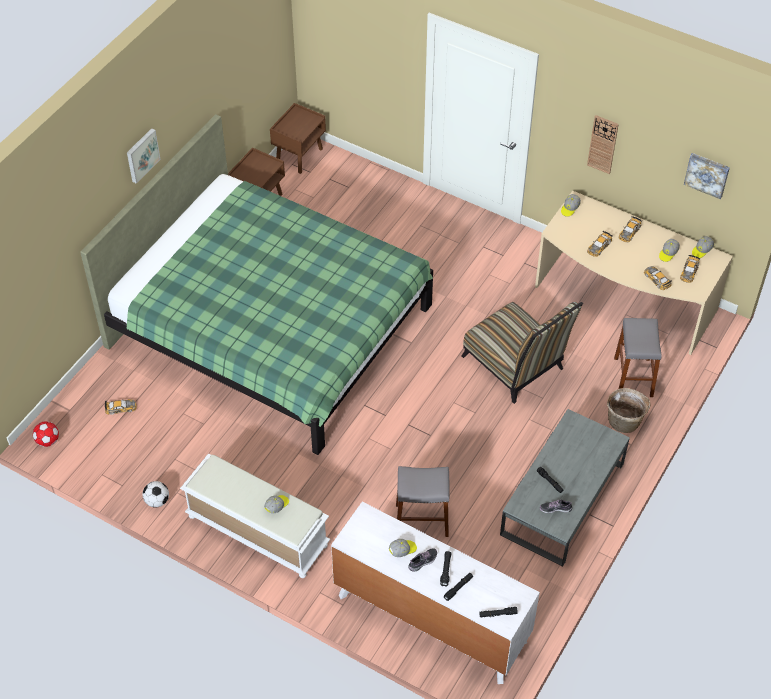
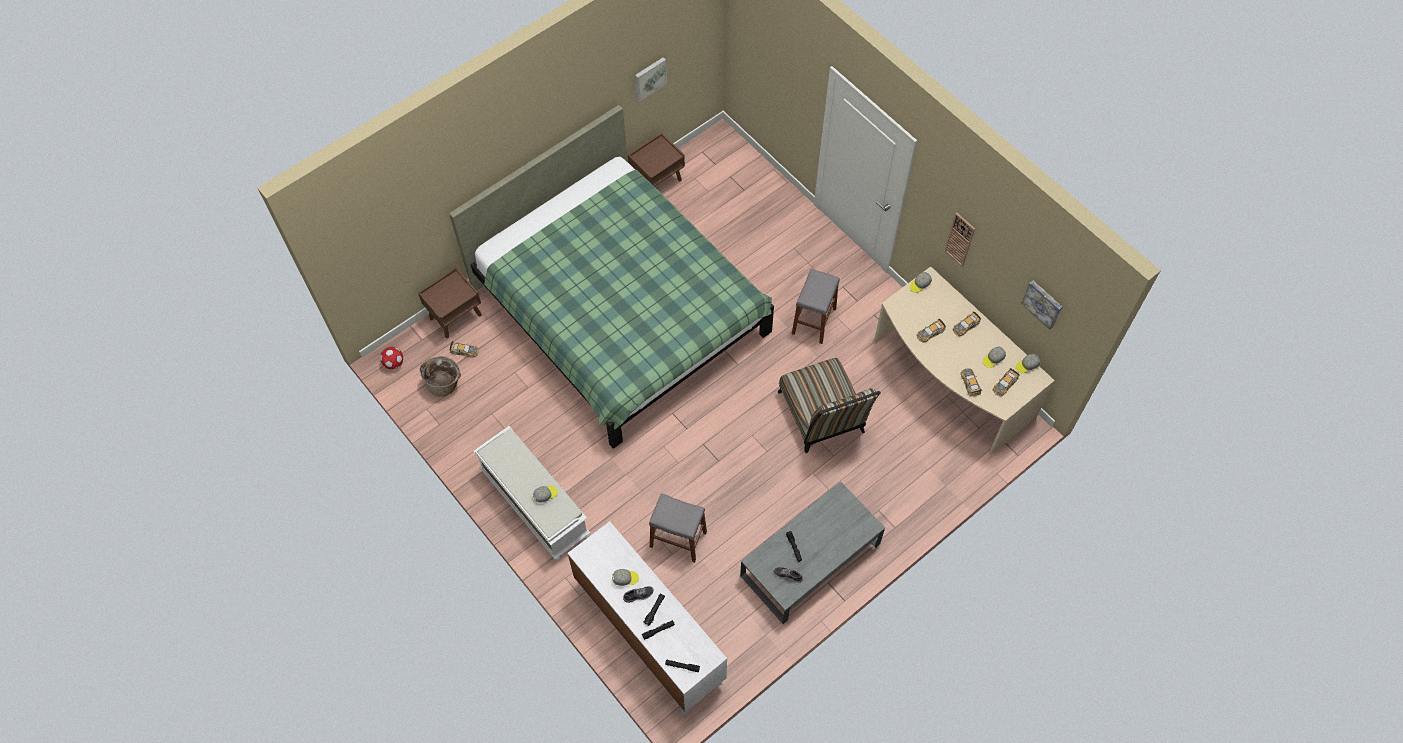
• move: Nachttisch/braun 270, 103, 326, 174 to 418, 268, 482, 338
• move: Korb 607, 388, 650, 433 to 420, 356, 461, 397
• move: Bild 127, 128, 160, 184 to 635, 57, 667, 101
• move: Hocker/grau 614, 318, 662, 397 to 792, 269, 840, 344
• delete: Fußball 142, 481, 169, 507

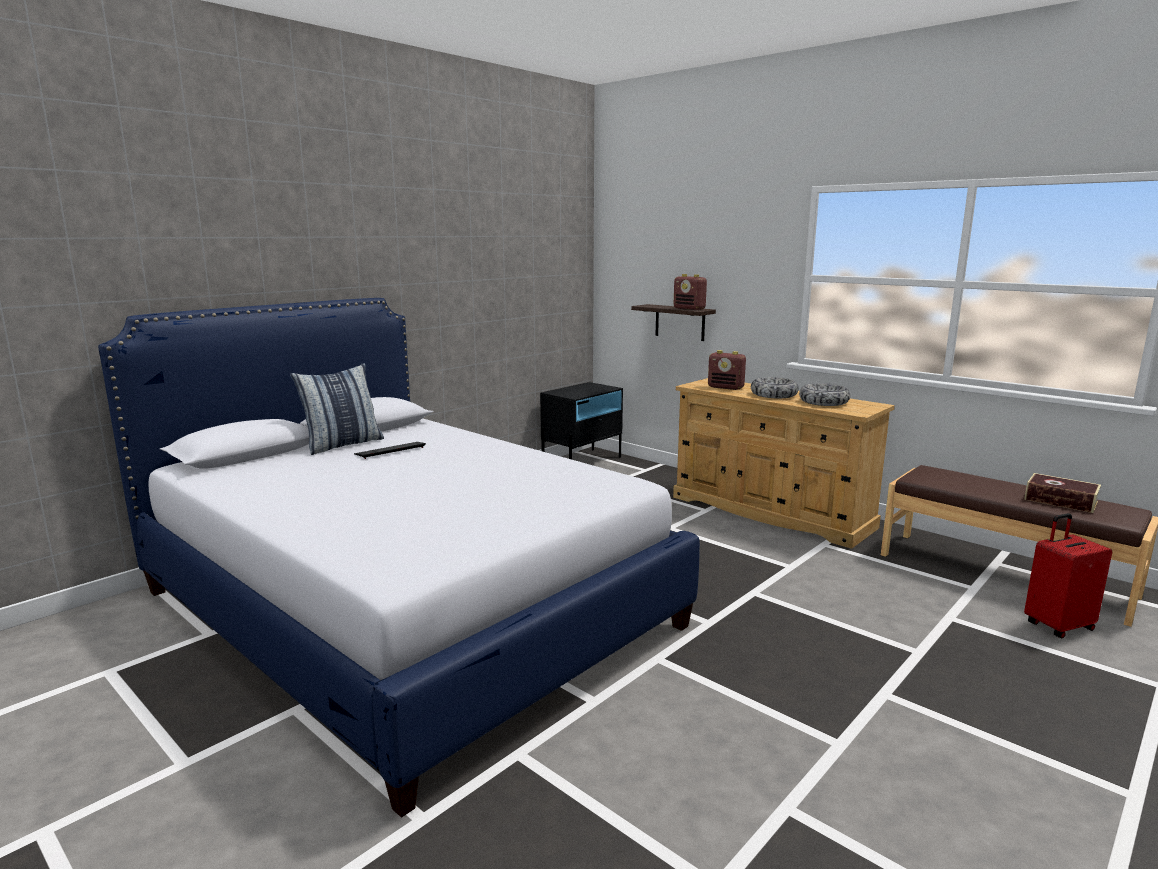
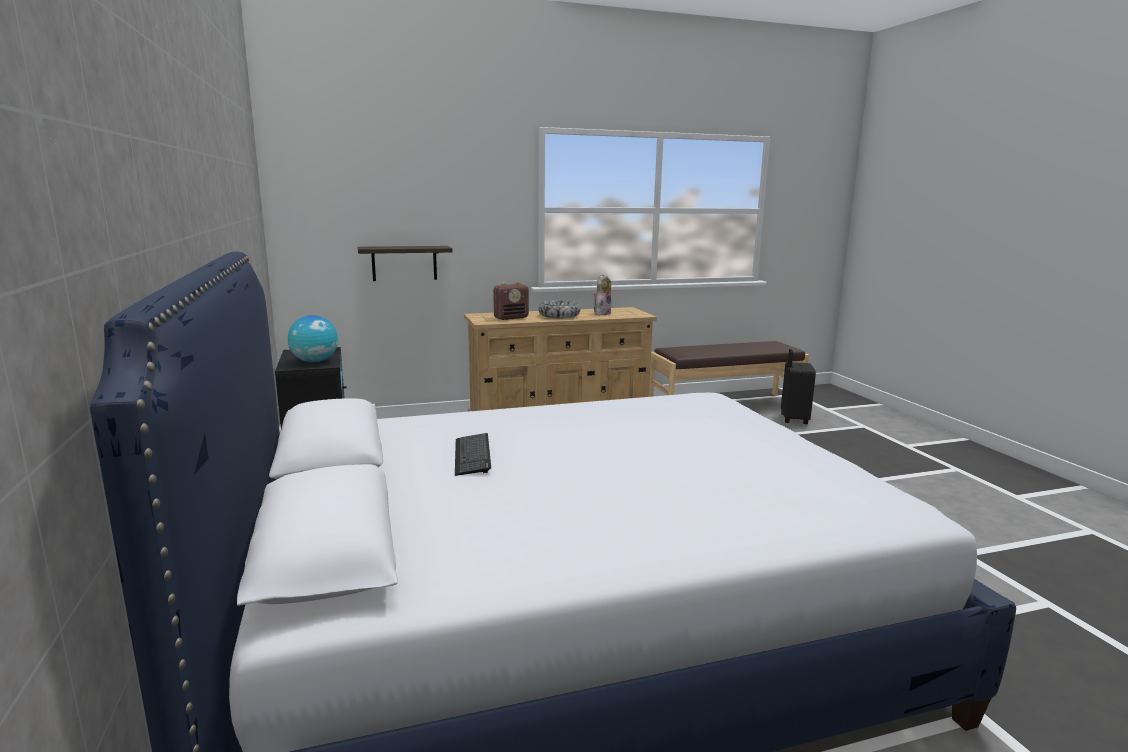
• insert: Globus 288, 315, 338, 363
• replace: Schüssel 799, 383, 850, 406 to Plüschtier 594, 273, 611, 315
• recolor: Koffer/rot 1024, 513, 1112, 639 to Koffer/schwarz 781, 349, 816, 424
• delete: Kissen 290, 363, 384, 455
• delete: Radio 674, 274, 707, 310
• delete: Buch 1024, 473, 1101, 513

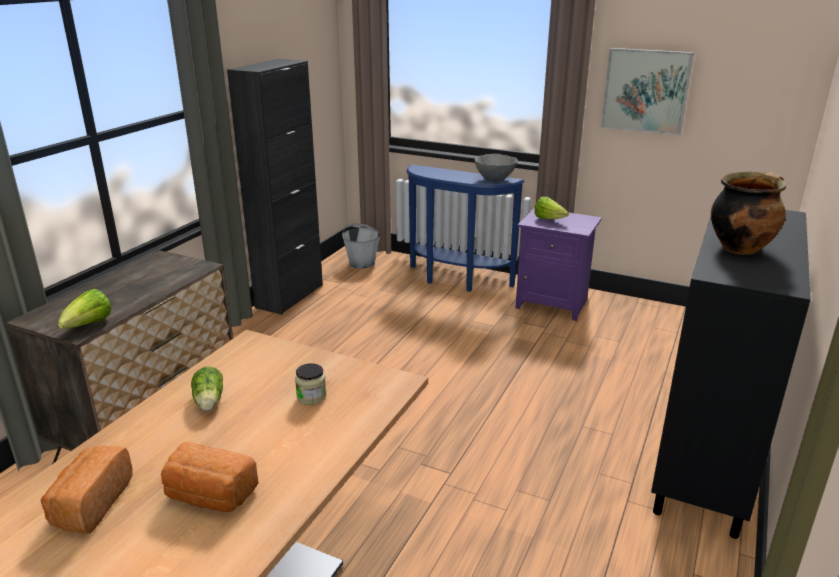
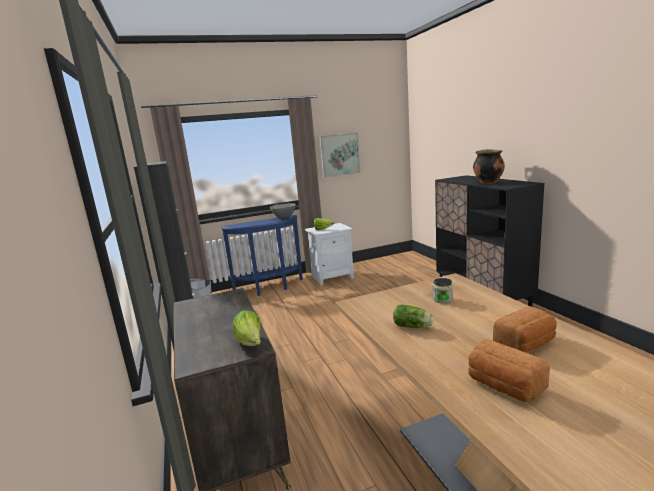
• recolor: Nachttisch/lila 515, 207, 602, 321 to Nachttisch/weiß 305, 223, 354, 286

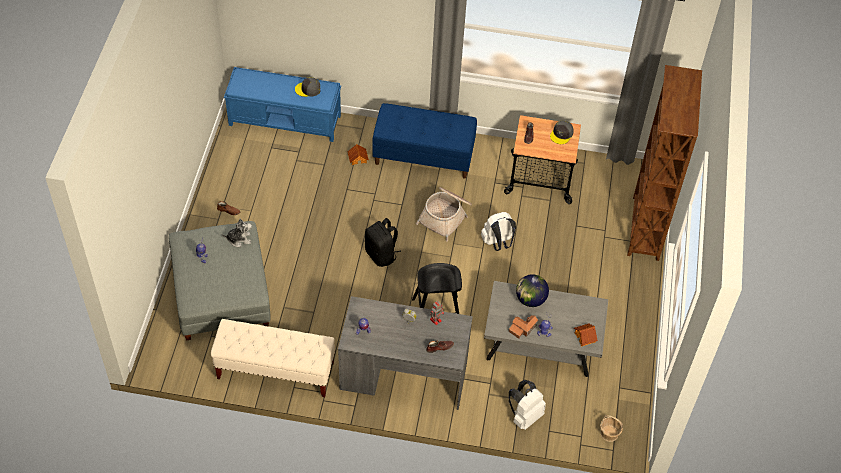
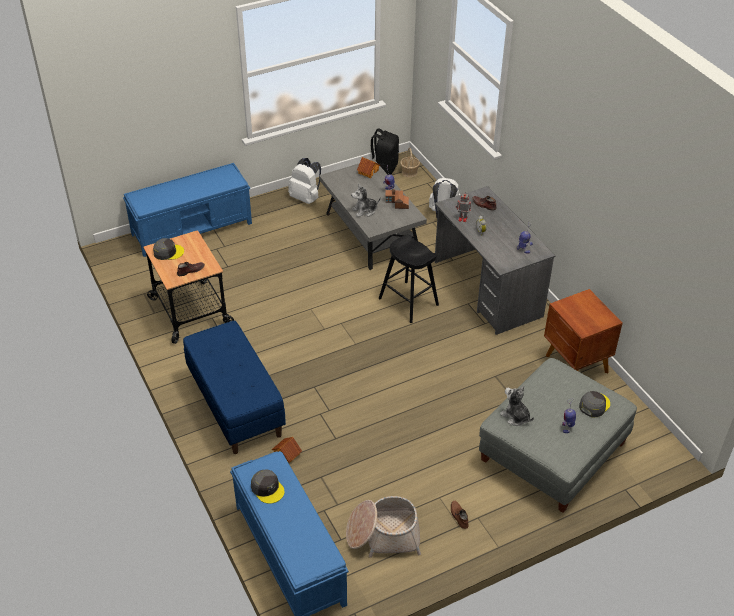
• replace: Bücherregal/braun 627, 65, 702, 261 to Bank/blau 123, 163, 252, 257
• move: Rucksack/weiß 481, 212, 516, 251 to 288, 158, 321, 204
• move: Korb 416, 187, 472, 242 to 346, 496, 421, 558
• replace: Globus 516, 274, 549, 307 to Plüschtier 351, 184, 381, 217
• move: Rucksack/schwarz 365, 218, 401, 267 to 371, 128, 399, 175
• replace: Bank/beige 211, 319, 335, 397 to Nachttisch/braun 544, 289, 623, 373
• insert: Kappe/grau 579, 391, 610, 418

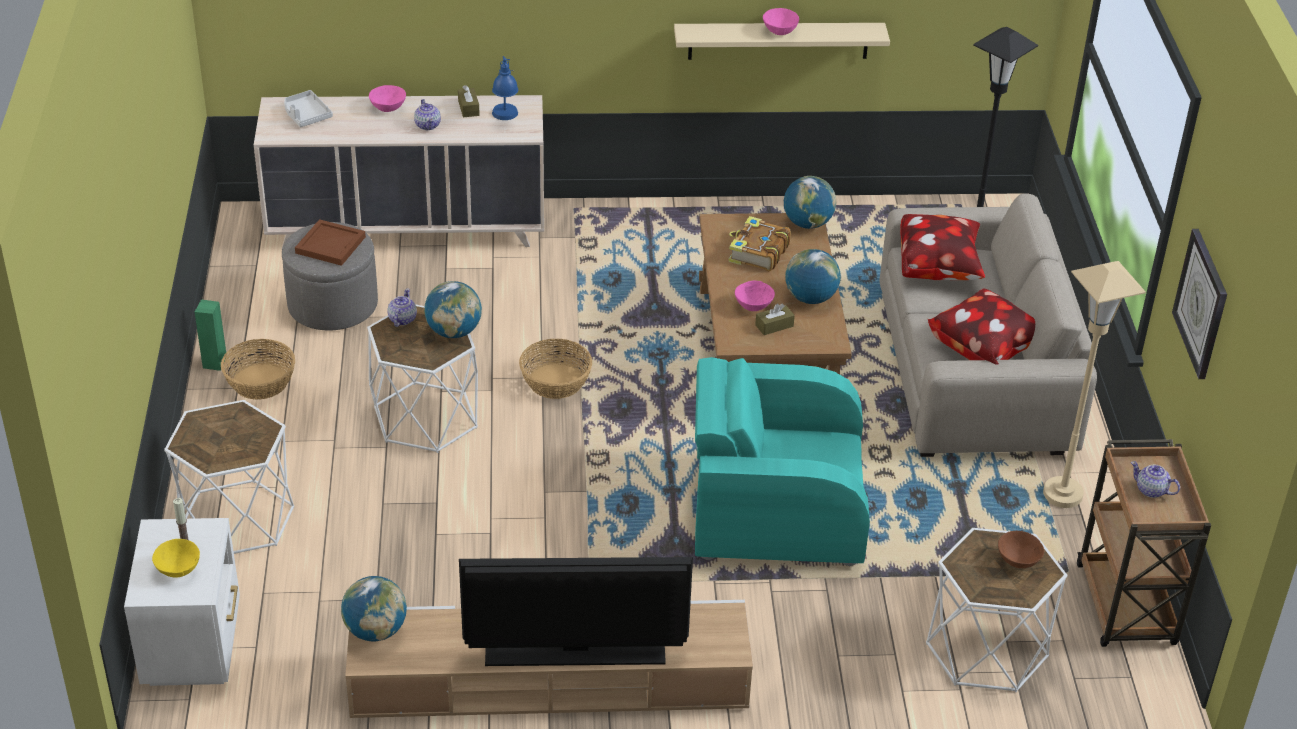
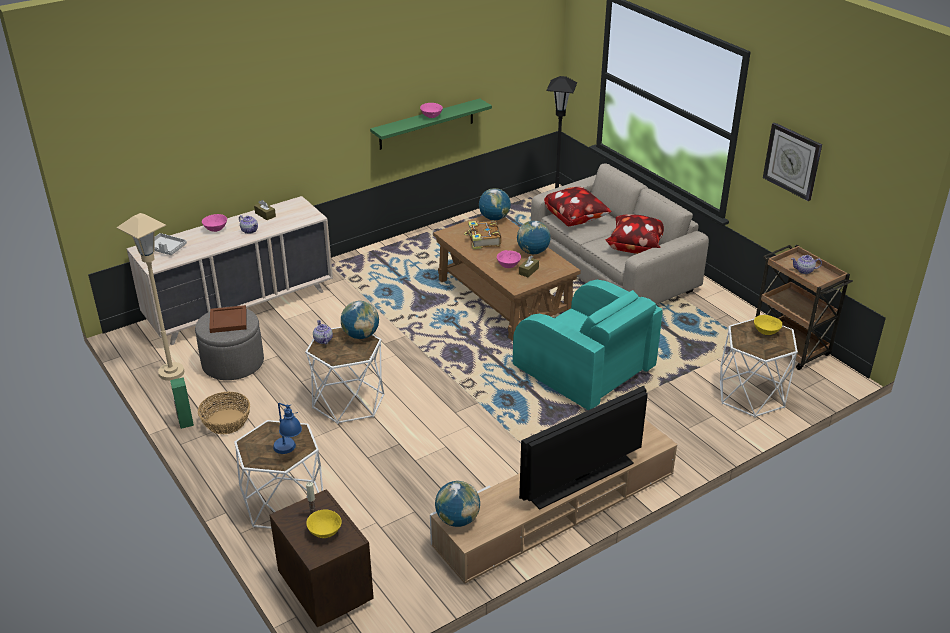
• move: Stehlampe/beige 1043, 261, 1146, 508 to 117, 213, 184, 381
• recolor: Nachttisch/weiß 124, 518, 240, 686 to Nachttisch/braun 270, 489, 374, 627
• move: Tischlampe/blau 492, 56, 518, 120 to 273, 403, 302, 454
• recolor: Wandregal/beige 674, 23, 890, 60 to Wandregal/grün 370, 98, 492, 150
• rotate: Sessel/türkis 695, 357, 870, 566 = 513, 280, 663, 411 105 degrees counterclockwise
• recolor: Schüssel/braun 998, 531, 1044, 568 to Schüssel/gelb 754, 315, 782, 335
• delete: Korb 519, 339, 592, 399

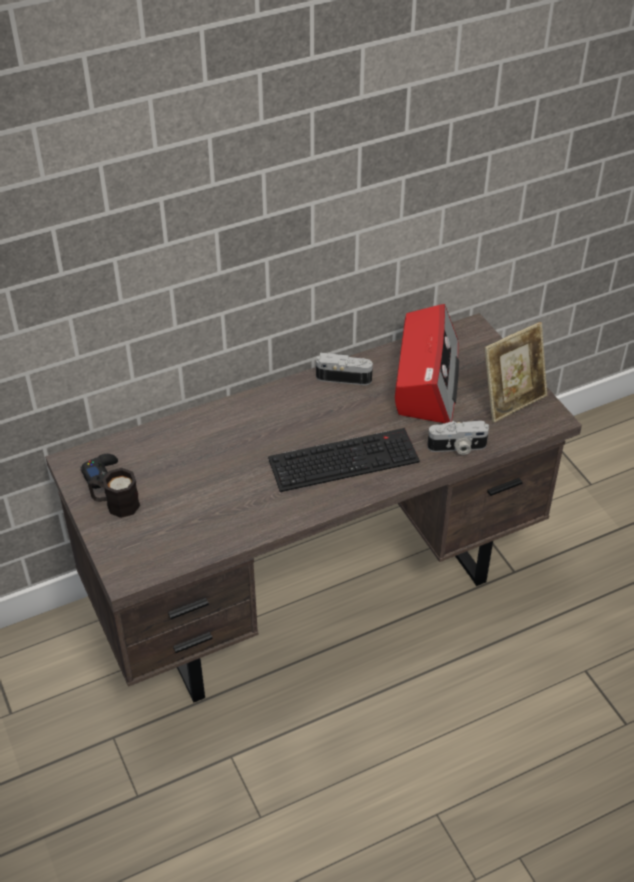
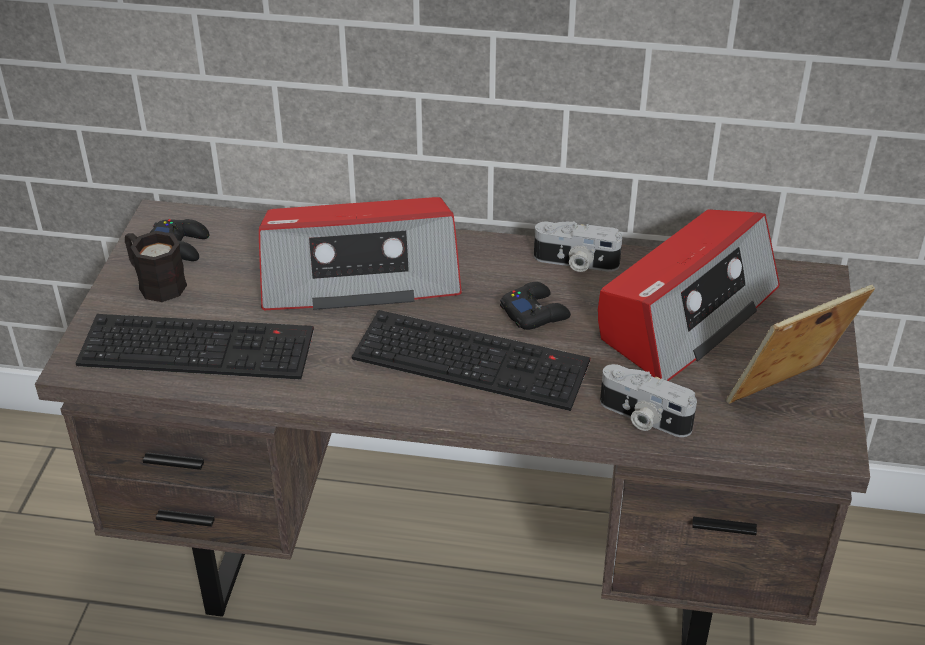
• insert: Tastatur 76, 314, 314, 379
• insert: Radio 259, 197, 462, 310
• insert: Gamepad/schwarz 500, 282, 571, 330
• rotate: Kamera 316, 353, 373, 385 = 534, 221, 622, 272 150 degrees clockwise
• rotate: Bilderrahmen 484, 322, 547, 422 = 726, 284, 875, 404 150 degrees clockwise

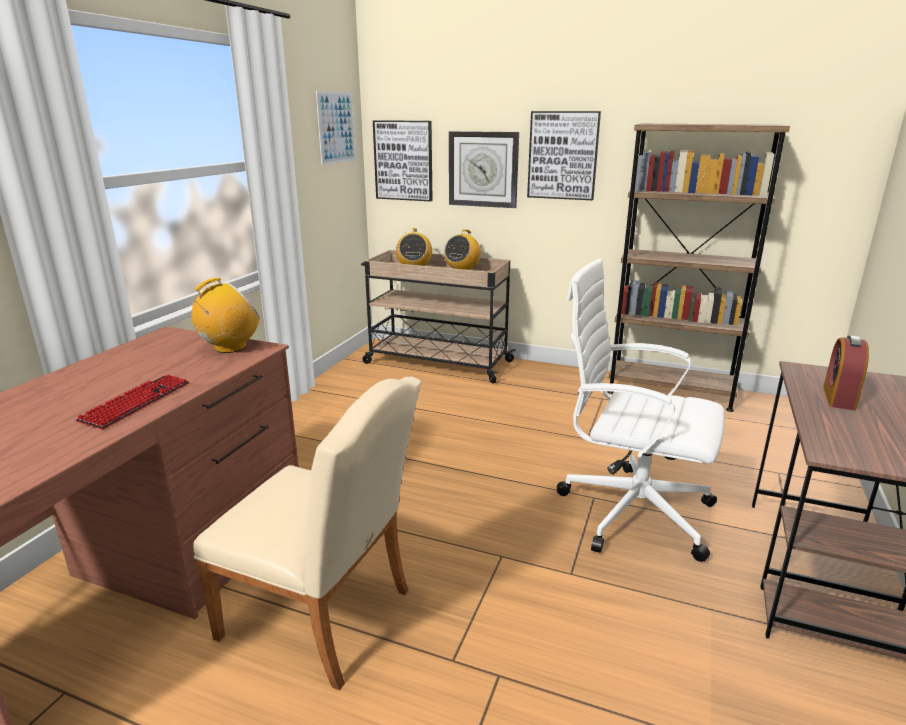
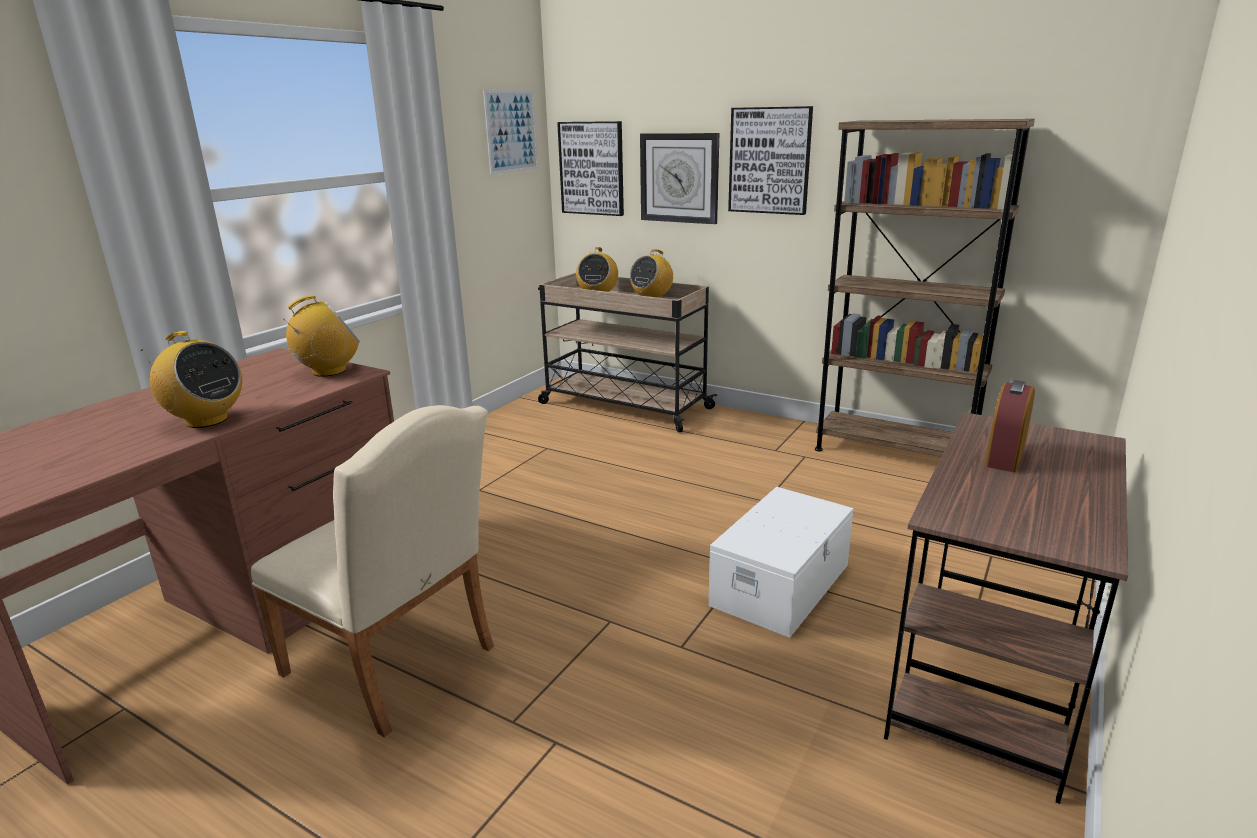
• replace: Tastatur 76, 375, 189, 429 to Radio 141, 331, 242, 428
• replace: Bürostuhl/weiß 557, 259, 725, 562 to Aufbewahrungsbox/weiß 709, 487, 854, 638

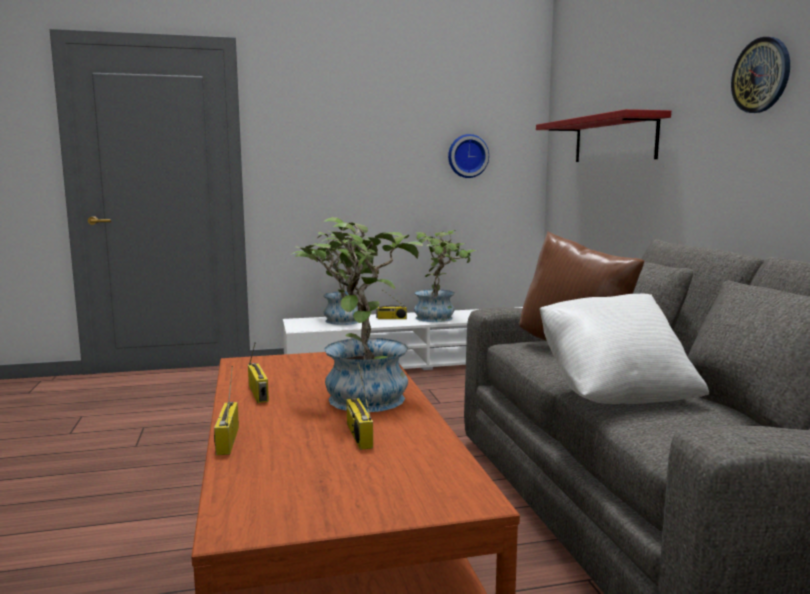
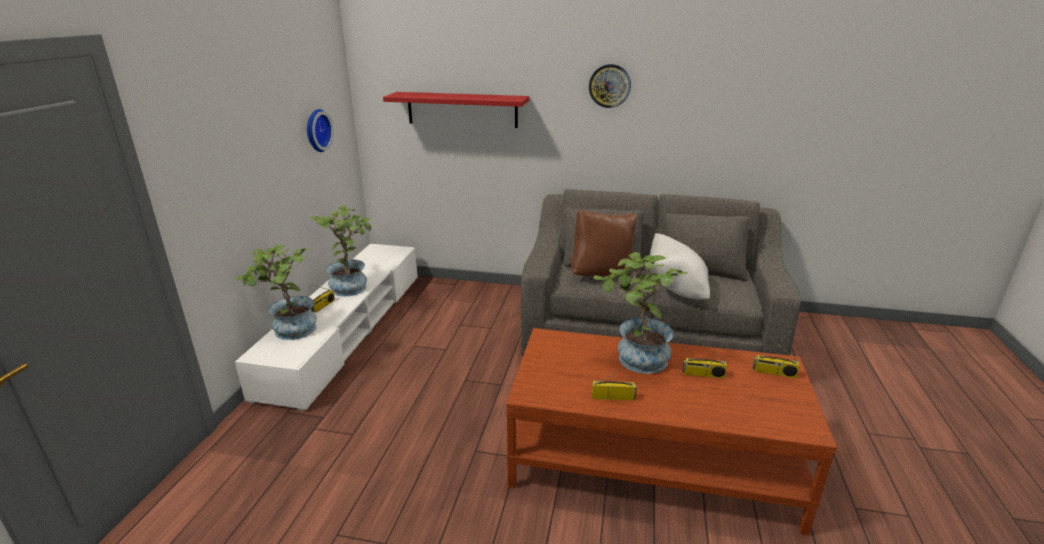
• move: Radio 214, 366, 239, 455 to 753, 336, 800, 379

